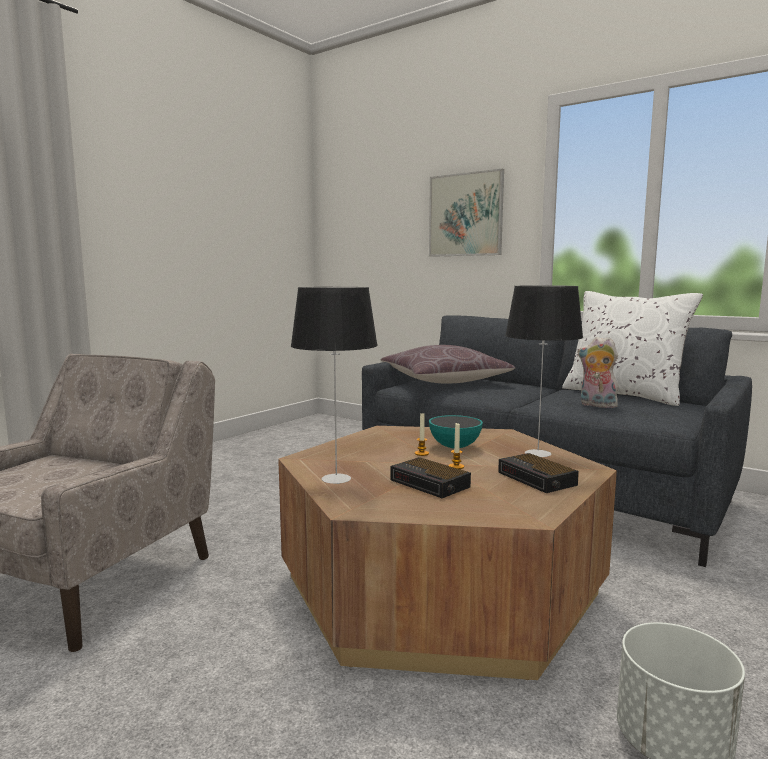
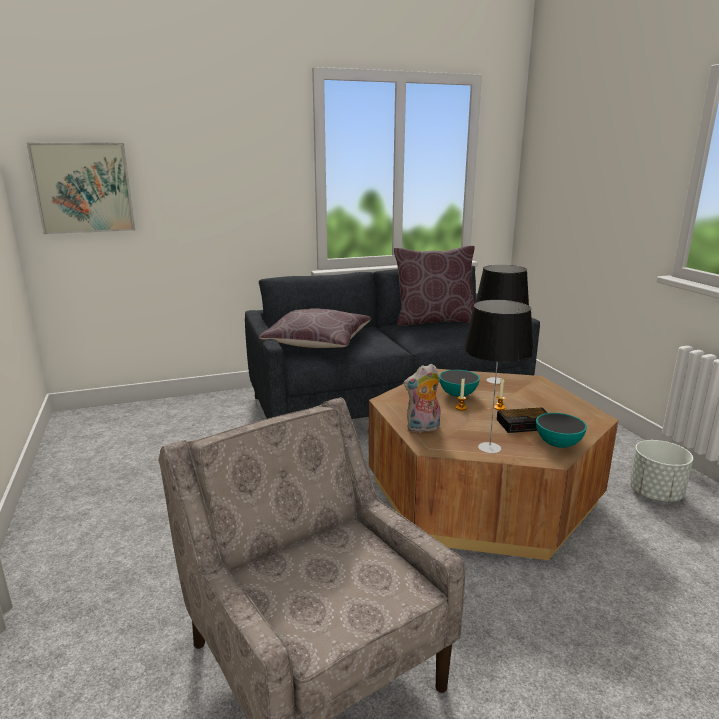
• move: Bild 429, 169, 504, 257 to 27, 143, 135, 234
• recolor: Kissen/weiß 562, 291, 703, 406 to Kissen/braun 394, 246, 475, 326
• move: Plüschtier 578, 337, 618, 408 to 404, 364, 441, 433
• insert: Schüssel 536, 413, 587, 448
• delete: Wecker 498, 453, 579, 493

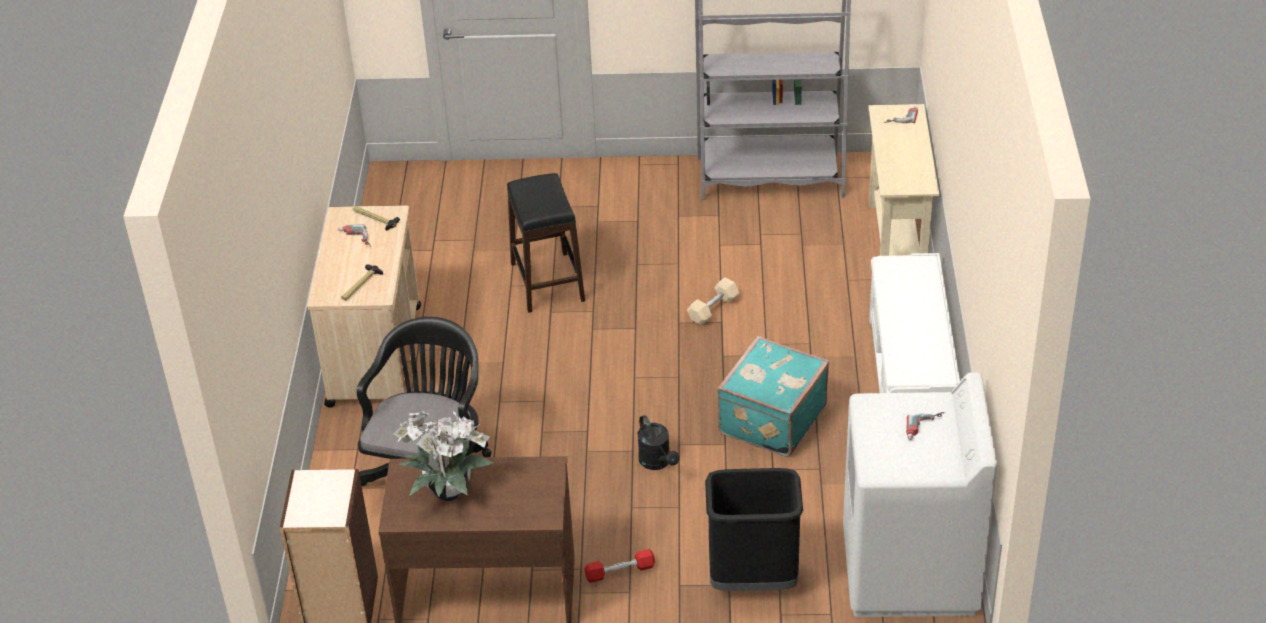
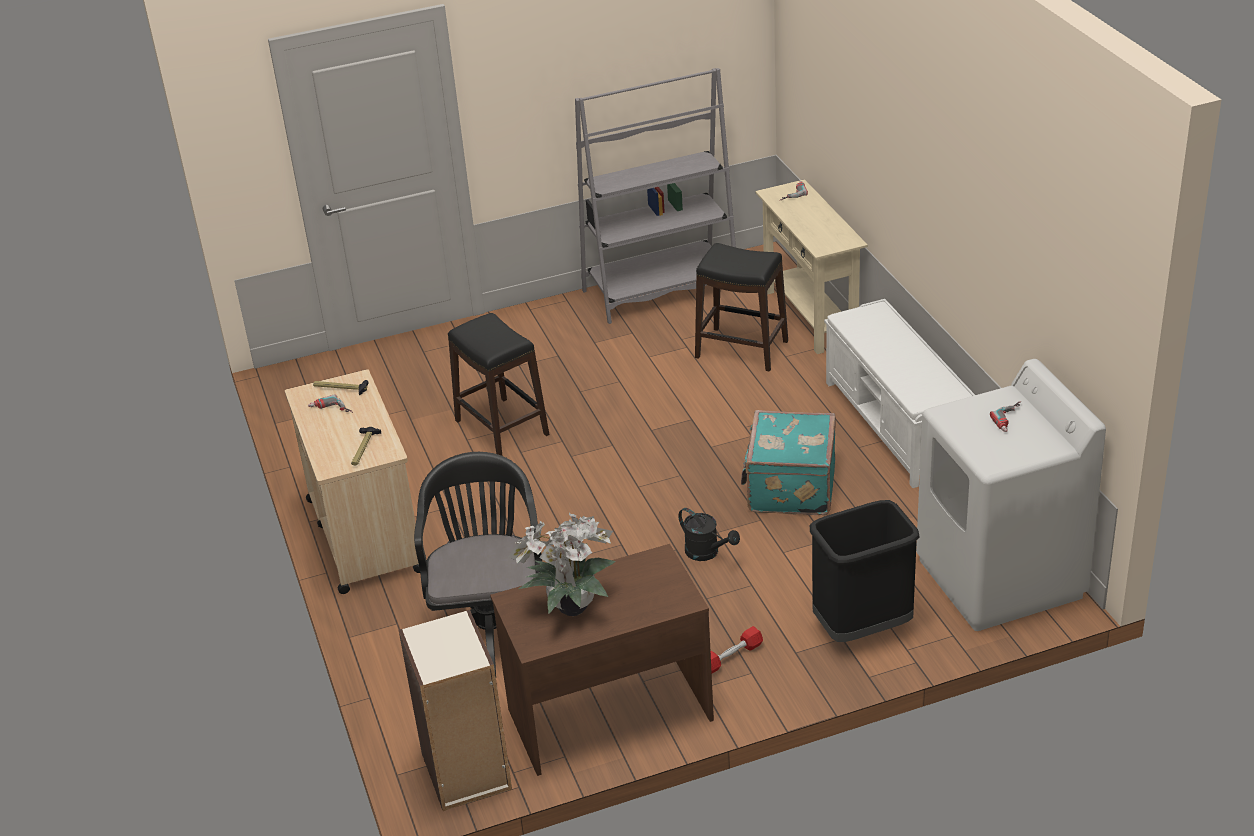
• insert: Hocker/schwarz 695, 243, 788, 372
• delete: Hantel/beige 687, 277, 739, 326

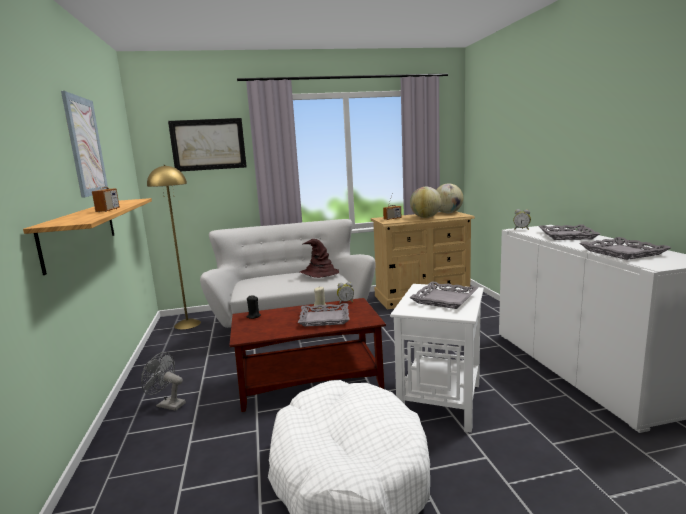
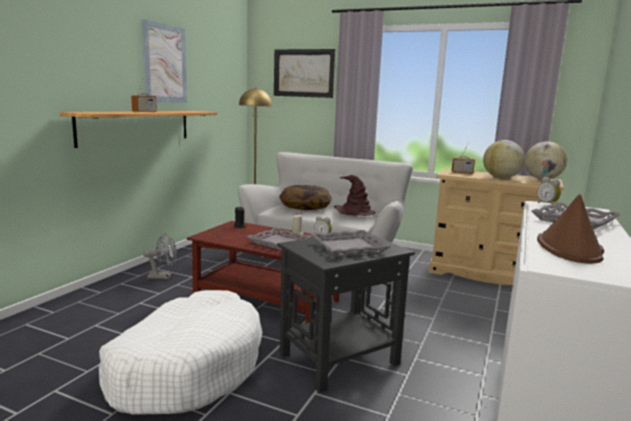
• rotate: Ventilator/grau 141, 352, 186, 411 = 143, 233, 177, 279 120 degrees clockwise
• recolor: Beistelltisch/weiß 390, 284, 484, 433 to Beistelltisch/schwarz 277, 232, 415, 393
• insert: Kissen 279, 185, 332, 210
• replace: Tablett/grau 580, 237, 672, 260 to Hut/braun 537, 194, 604, 264

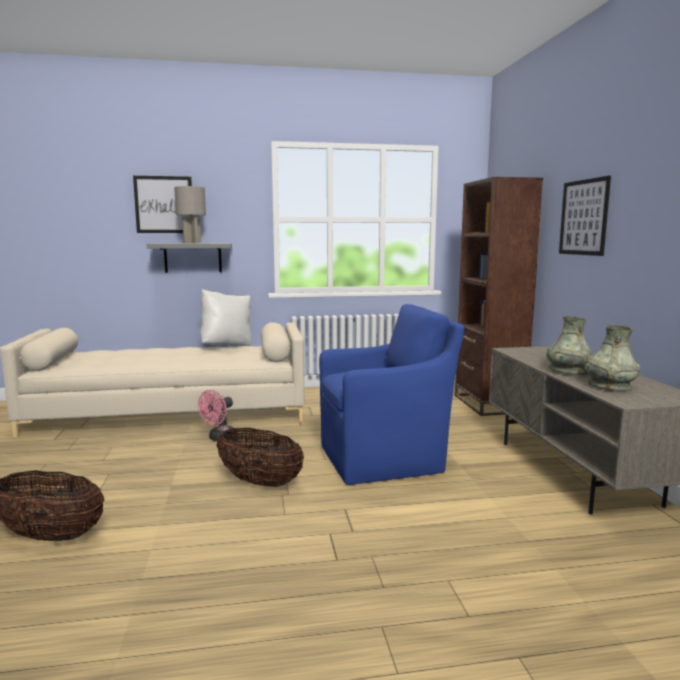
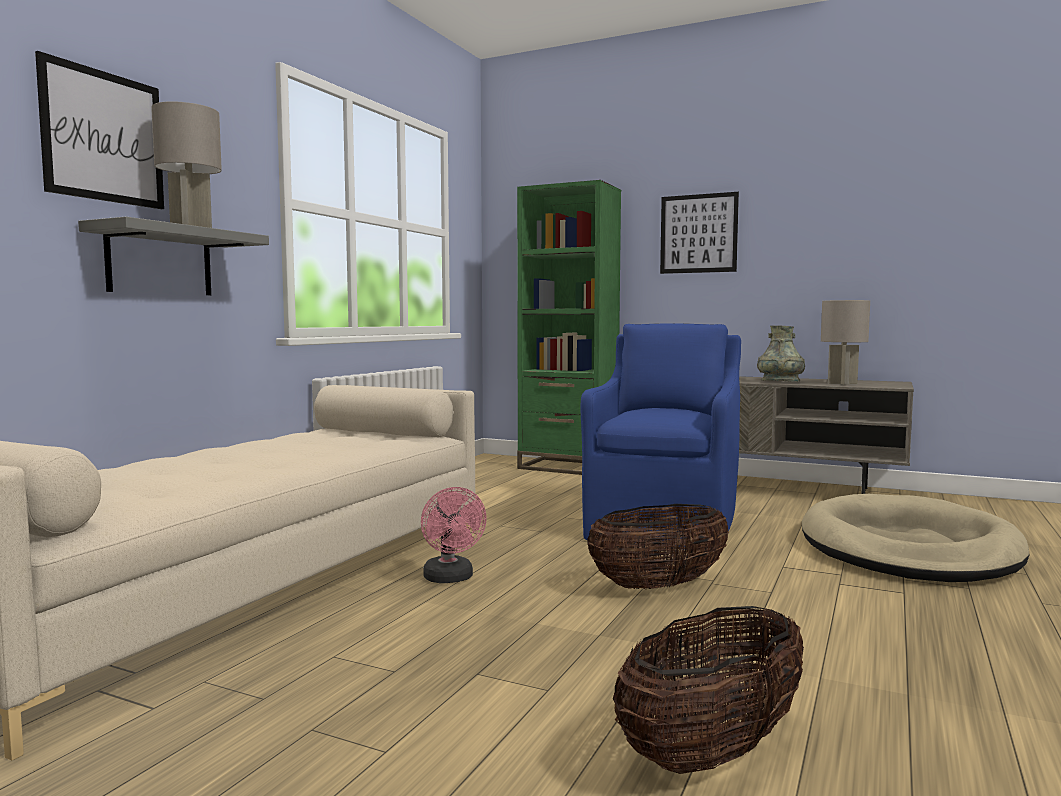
• recolor: Bücherregal/braun 455, 177, 543, 416 to Bücherregal/grün 517, 180, 621, 475
• insert: Hundebett/beige 802, 494, 1030, 582
• replace: Vase/grau 584, 325, 640, 392 to Tischlampe/grau 821, 300, 870, 385
• delete: Kissen/weiß 200, 289, 251, 346

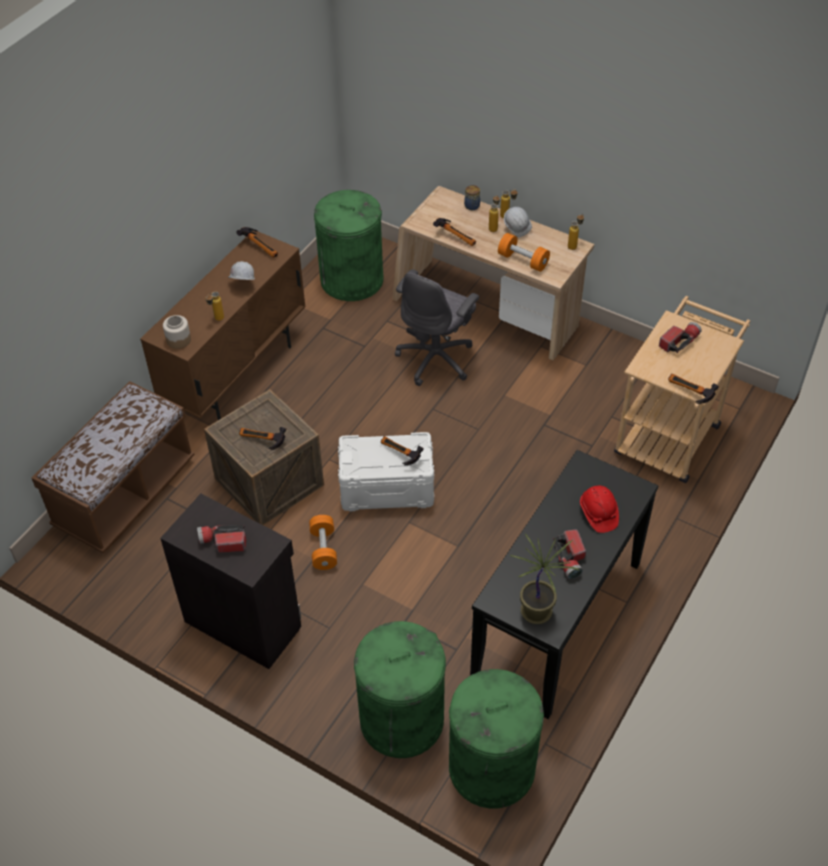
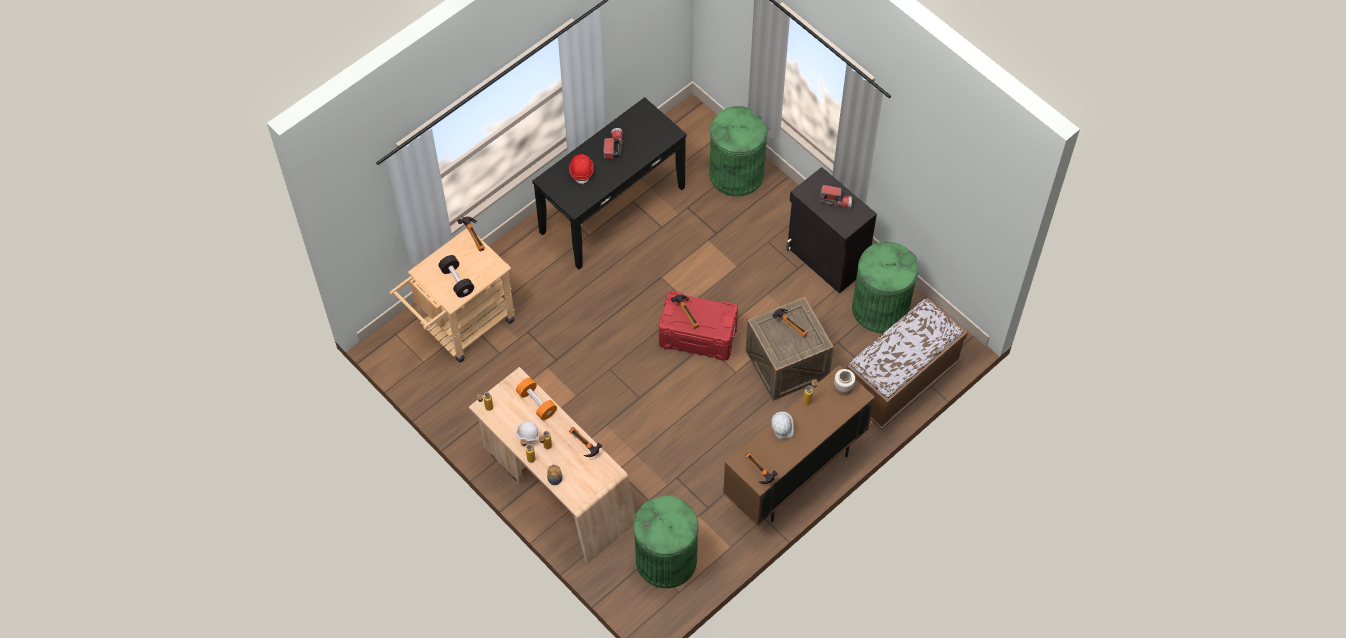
• replace: Taschenlampe 659, 322, 702, 353 to Hantel/schwarz 438, 255, 474, 298
• recolor: Aufbewahrungsbox/weiß 338, 432, 434, 511 to Aufbewahrungsbox/rot 659, 291, 738, 360
• move: Mülleimer/grün 449, 669, 544, 808 to 852, 242, 918, 333
• delete: Hantel/orange 309, 515, 337, 570
• delete: Bürostuhl/grau 395, 269, 479, 386
• delete: Topfpflanze 510, 534, 579, 624

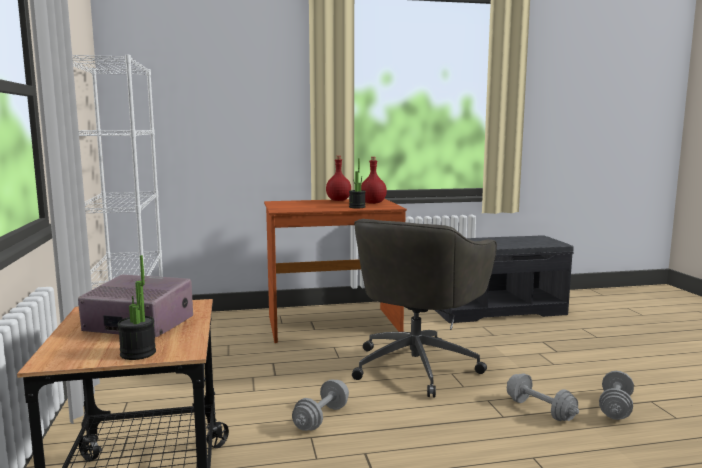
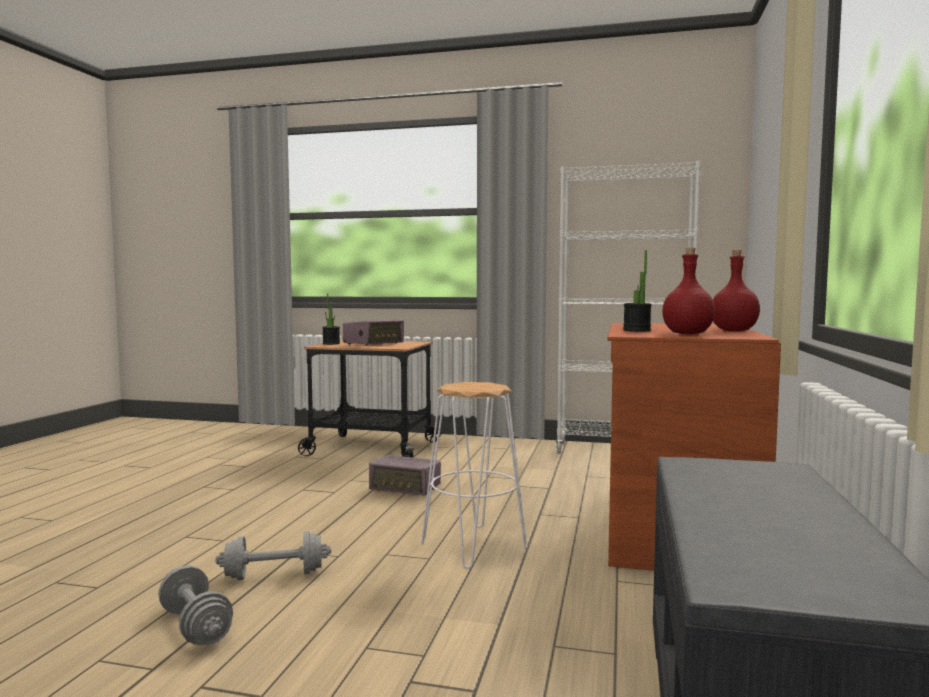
• replace: Hantel/grau 292, 379, 349, 431 to Radio 369, 455, 441, 496
• replace: Bürostuhl/grau 352, 219, 497, 398 to Hocker/weiß 421, 382, 527, 568

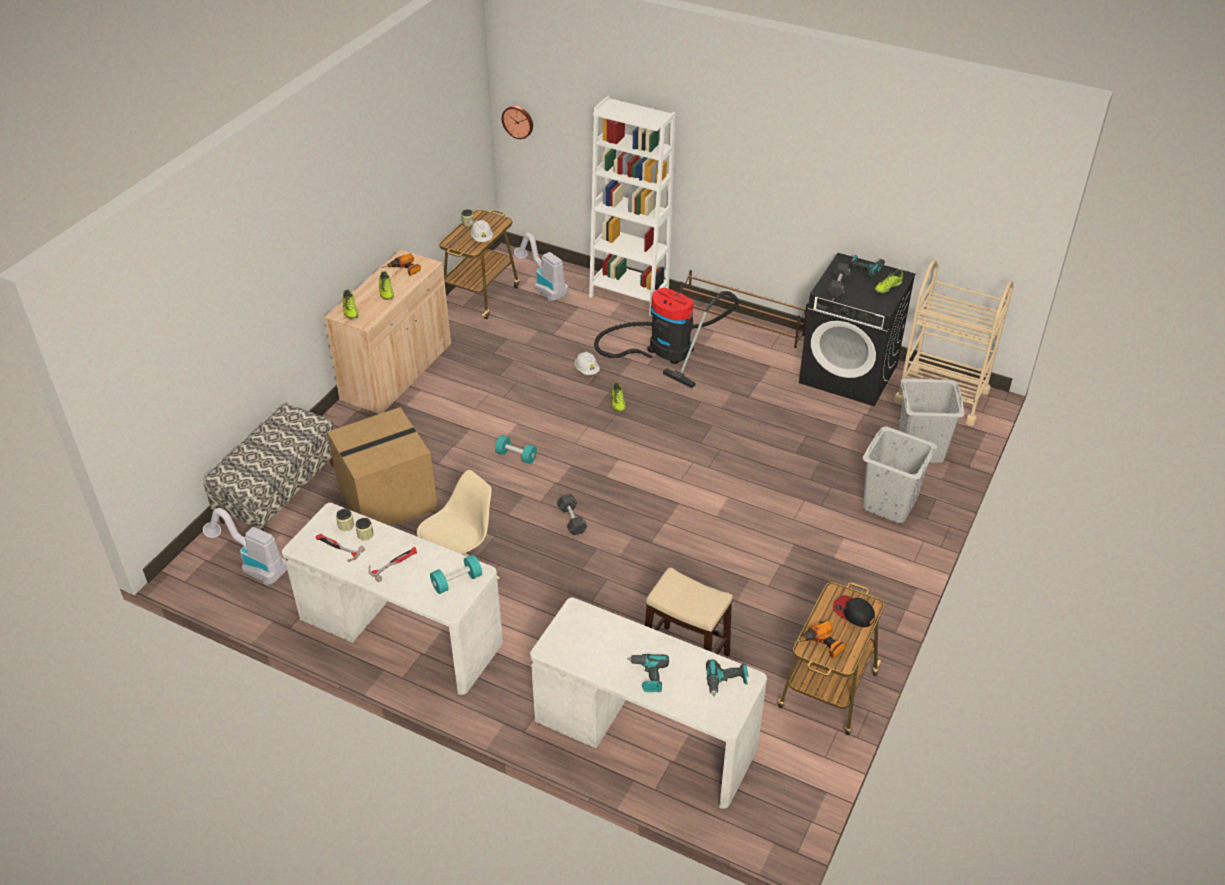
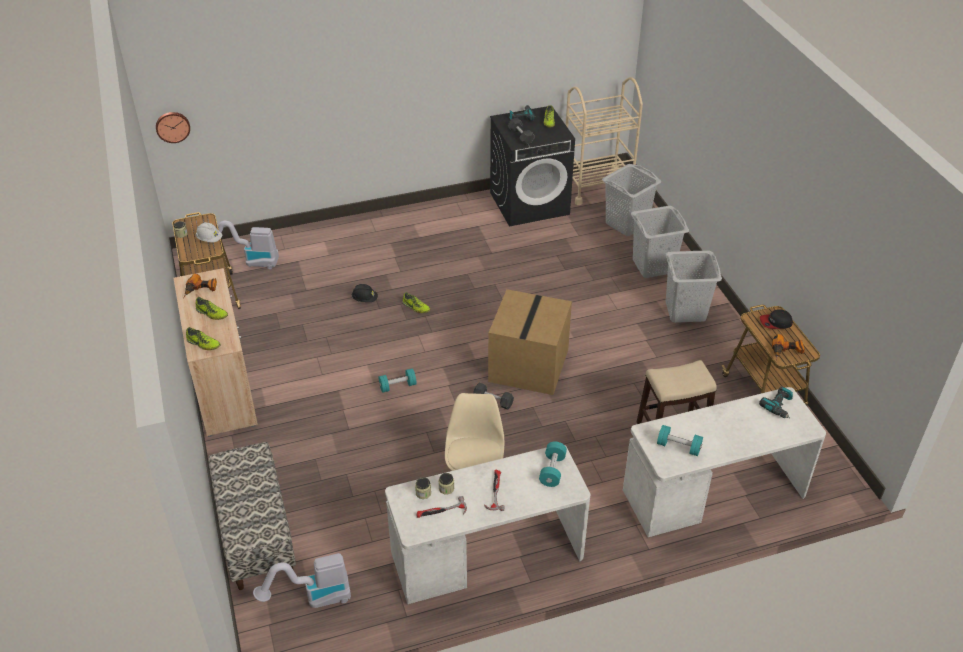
• recolor: Schutzhelm/weiß 575, 352, 600, 375 to Schutzhelm/schwarz 352, 284, 378, 302
• move: Karton 327, 407, 438, 526 to 488, 289, 572, 395
• insert: Hantel/türkis 657, 425, 703, 456
• insert: Wäschekorb/grau 665, 250, 722, 323
• delete: Bücherregal/weiß 589, 96, 675, 316
• delete: Staubsauger 594, 288, 739, 388
• delete: Bohrmaschine 627, 654, 669, 692
• delete: Schuhregal/braun 680, 270, 808, 348

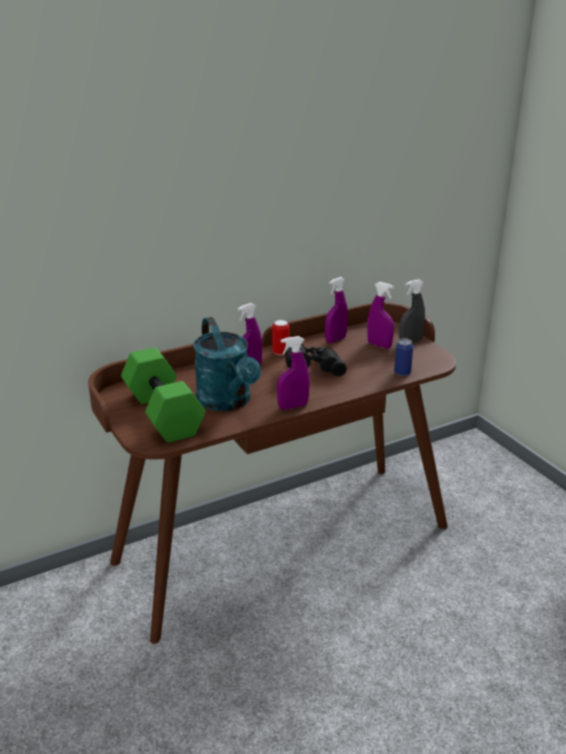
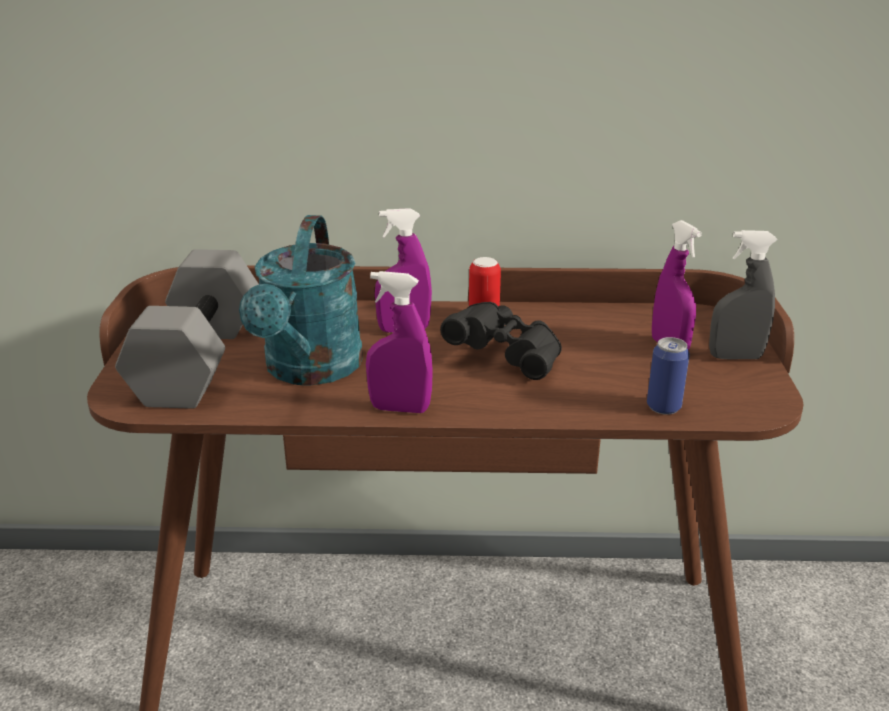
• recolor: Hantel/grün 121, 348, 205, 443 to Hantel/grau 115, 249, 259, 409
• delete: Sprühflasche/lila 325, 277, 348, 343

